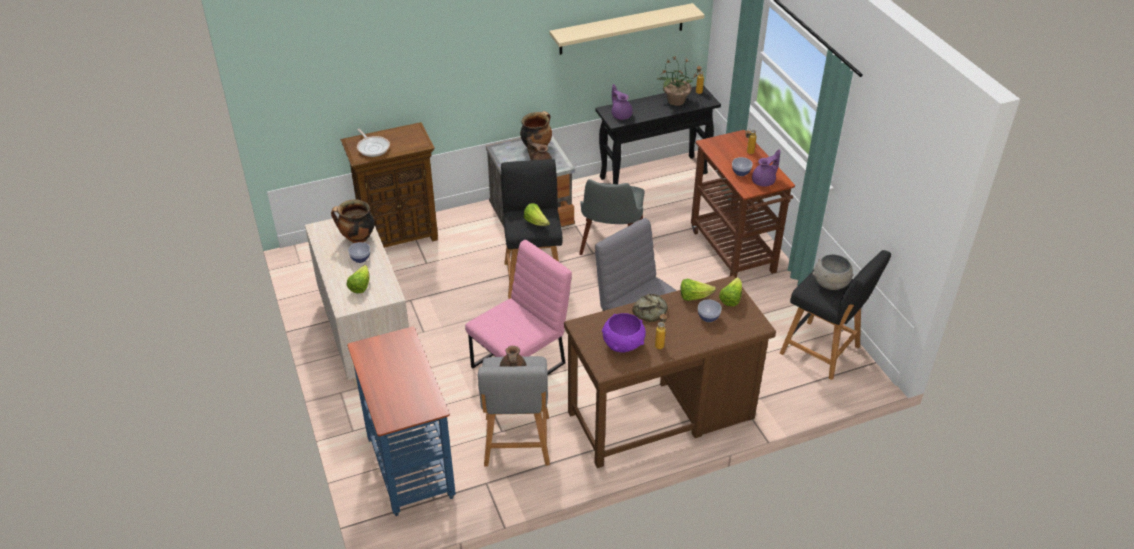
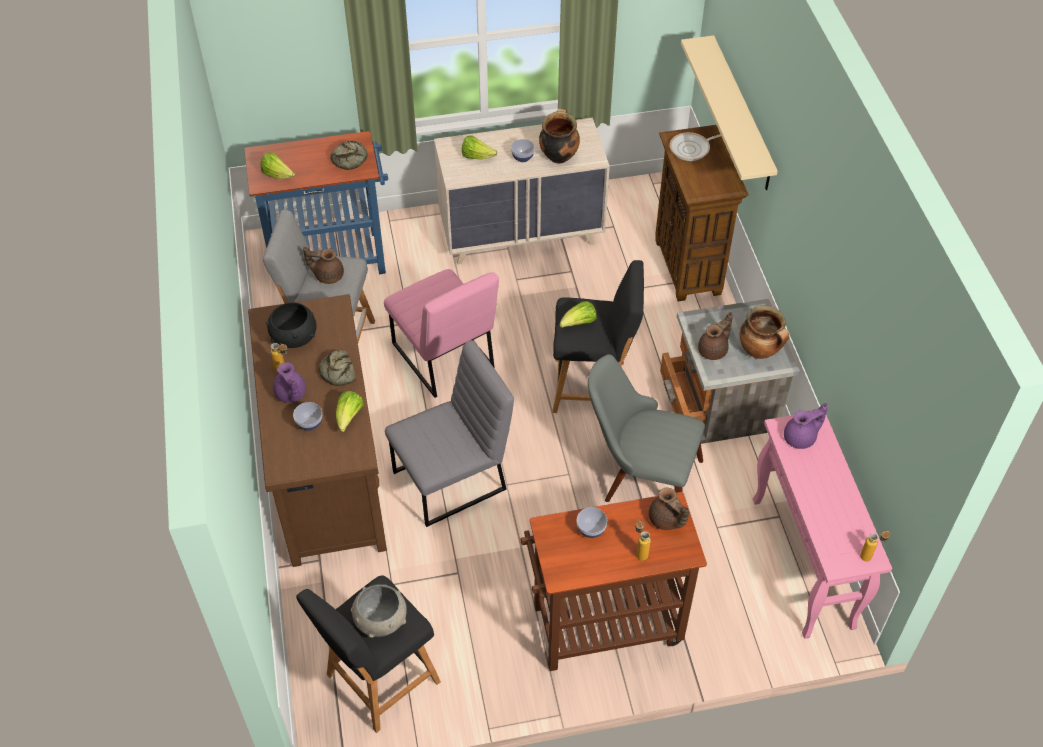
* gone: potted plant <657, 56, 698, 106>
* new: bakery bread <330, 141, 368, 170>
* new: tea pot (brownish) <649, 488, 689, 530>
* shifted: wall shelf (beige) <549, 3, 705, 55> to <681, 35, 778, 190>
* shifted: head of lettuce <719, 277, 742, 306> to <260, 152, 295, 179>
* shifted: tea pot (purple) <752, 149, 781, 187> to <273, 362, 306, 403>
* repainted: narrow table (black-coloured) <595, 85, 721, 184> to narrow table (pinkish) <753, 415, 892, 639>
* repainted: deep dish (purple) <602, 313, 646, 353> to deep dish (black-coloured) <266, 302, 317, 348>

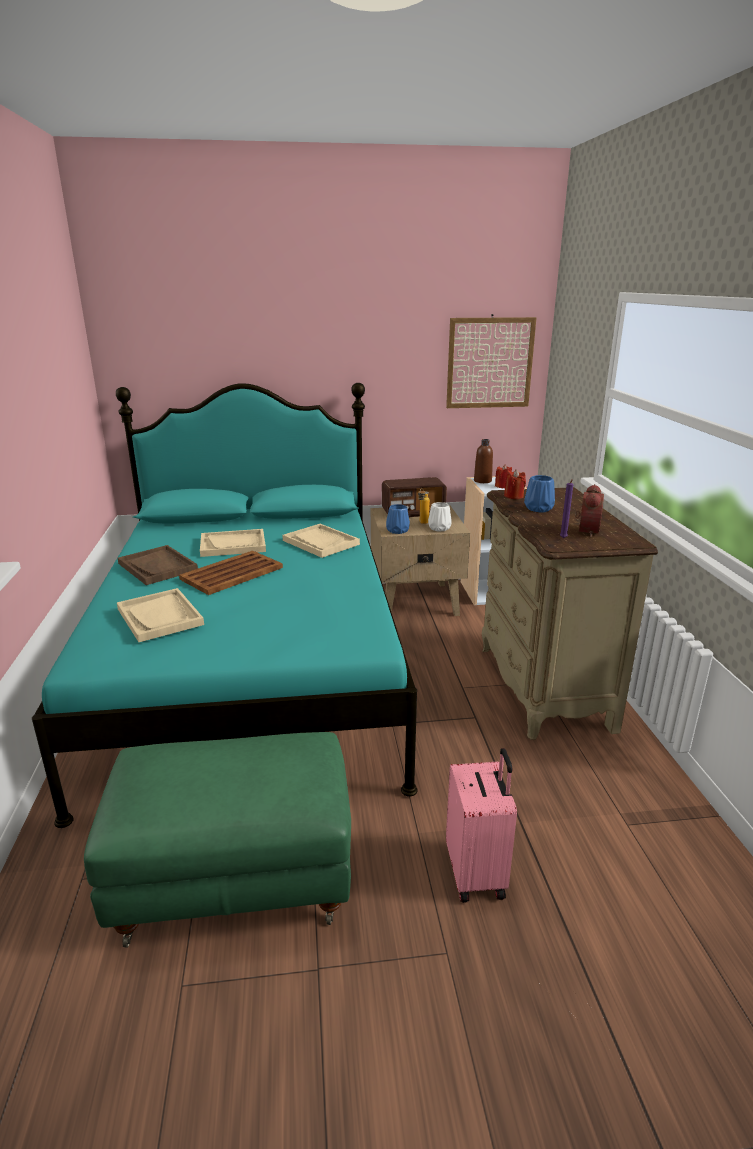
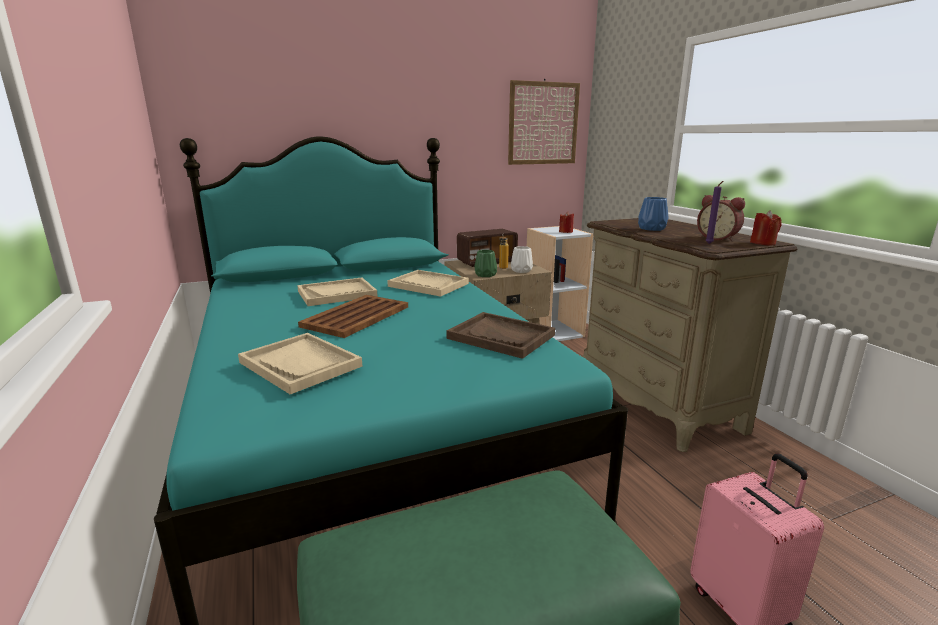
* gone: drink bottle (brownish) <474, 439, 493, 483>
* shifted: serving tray (brownish) <118, 545, 198, 585> to <446, 312, 555, 359>
* shifted: wax candle (reddish) <504, 469, 526, 499> to <750, 210, 781, 245>
* repainted: decorative vase (bluish) <386, 504, 410, 534> to decorative vase (greenish) <474, 250, 497, 277>
* rotated: table clock <575, 484, 604, 537> = <697, 195, 745, 242> 135 degrees clockwise

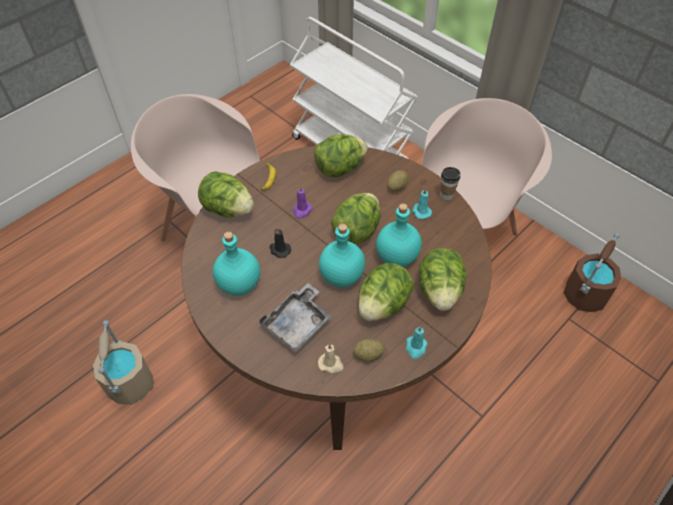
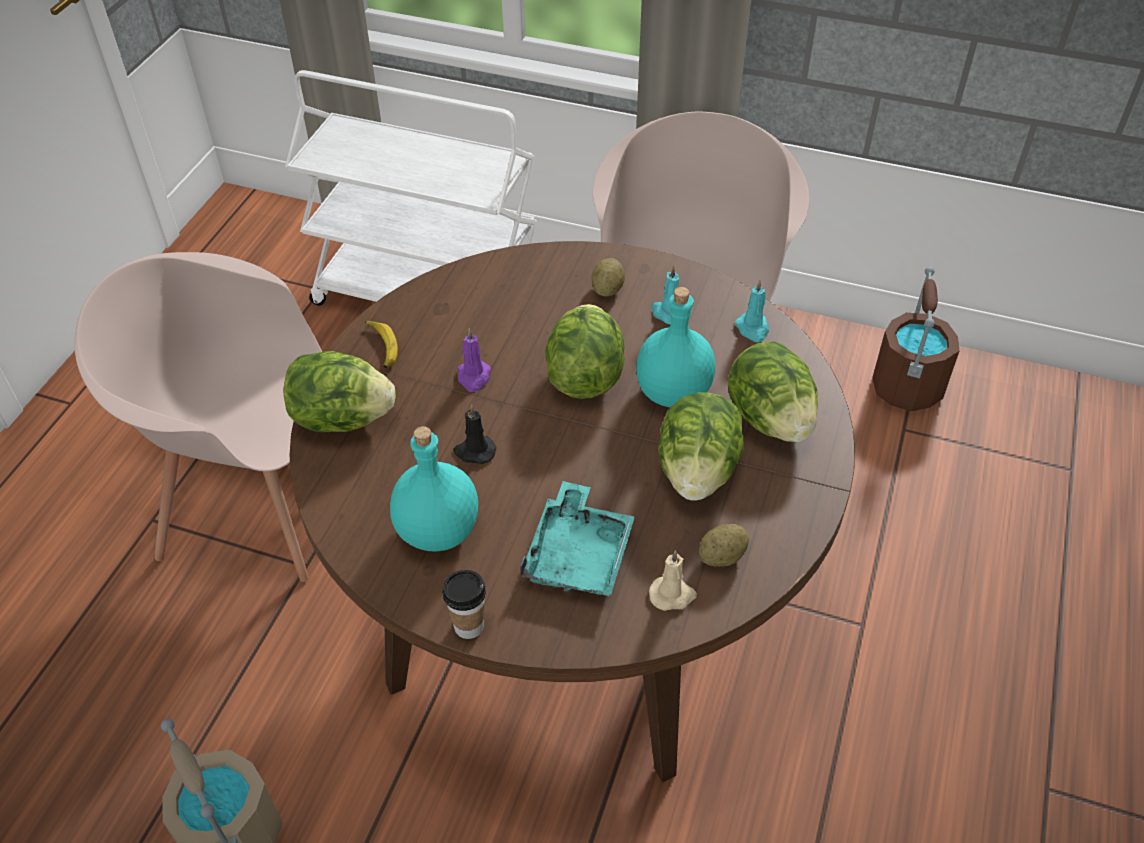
* gone: head of lettuce <314, 134, 368, 177>
* gone: drink bottle (turquoise) <319, 223, 365, 287>
* shifted: wax candle (turquoise) <406, 326, 428, 359> to <735, 280, 769, 342>
* shifted: cup <440, 167, 460, 200> to <442, 570, 486, 639>
* repainted: serving tray (gray) <259, 283, 331, 352> to serving tray (turquoise) <520, 481, 635, 596>

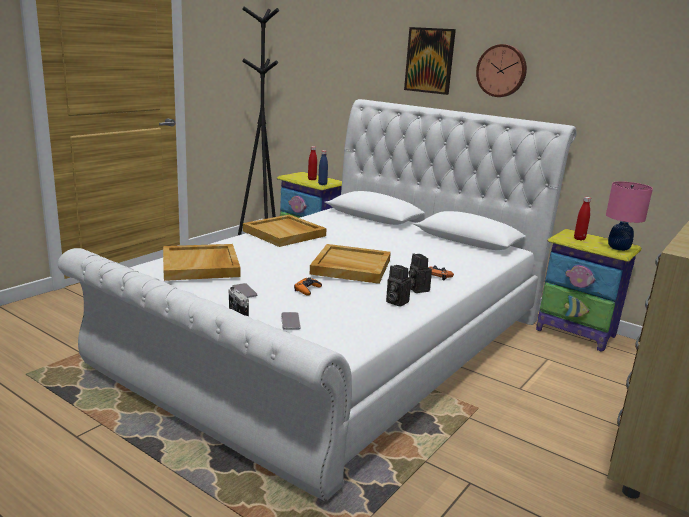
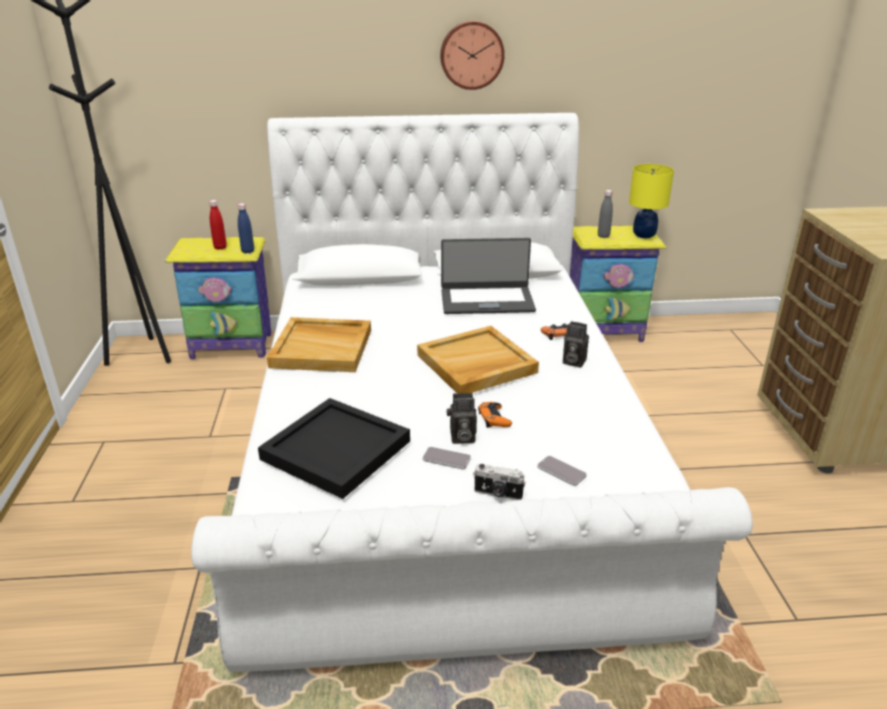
* gone: wall picture <404, 27, 456, 95>
* new: laptop <441, 238, 536, 314>
* shifted: still camera <386, 265, 411, 307> to <447, 393, 477, 444>
* repainted: serving tray (beige) <163, 244, 240, 281> to serving tray (black-coloured) <258, 398, 410, 499>
* repainted: drink bottle (reddish) <574, 197, 591, 240> to drink bottle (gray) <598, 190, 613, 238>
* repainted: table lamp (pinkish) <606, 181, 653, 251> to table lamp (yellow-coloured) <629, 164, 674, 238>

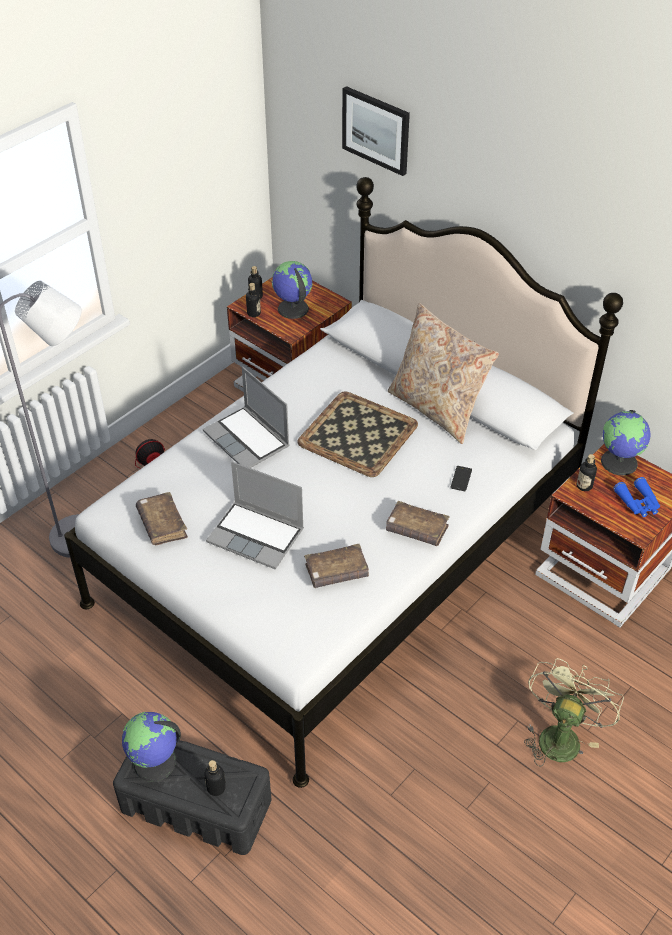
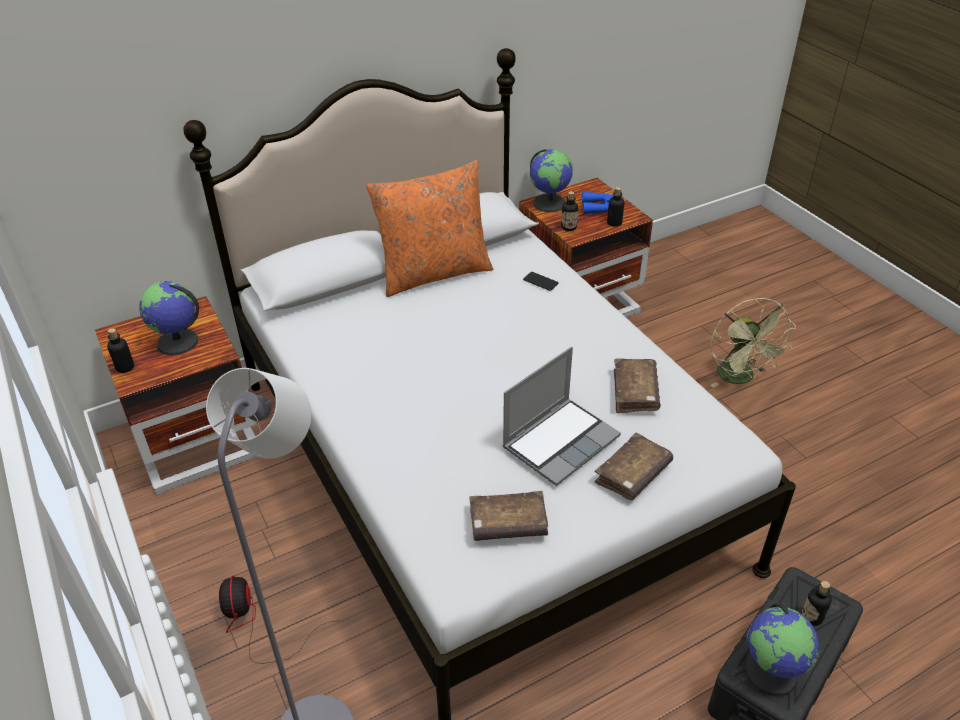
* gone: laptop <203, 367, 290, 468>
* gone: serving tray <297, 391, 418, 477>
* gone: wall picture <342, 86, 410, 176>
* shifted: drink bottle <246, 283, 261, 317> to <607, 187, 624, 227>
* shifted: bound book (brownish) <386, 501, 450, 546> to <595, 433, 673, 500>
* repainted: throw pillow (beige) <388, 303, 499, 444> to throw pillow (orangey) <366, 160, 493, 297>
* rotated: electric fan (greenish) <524, 658, 624, 767> = <710, 298, 796, 388> 150 degrees counterclockwise

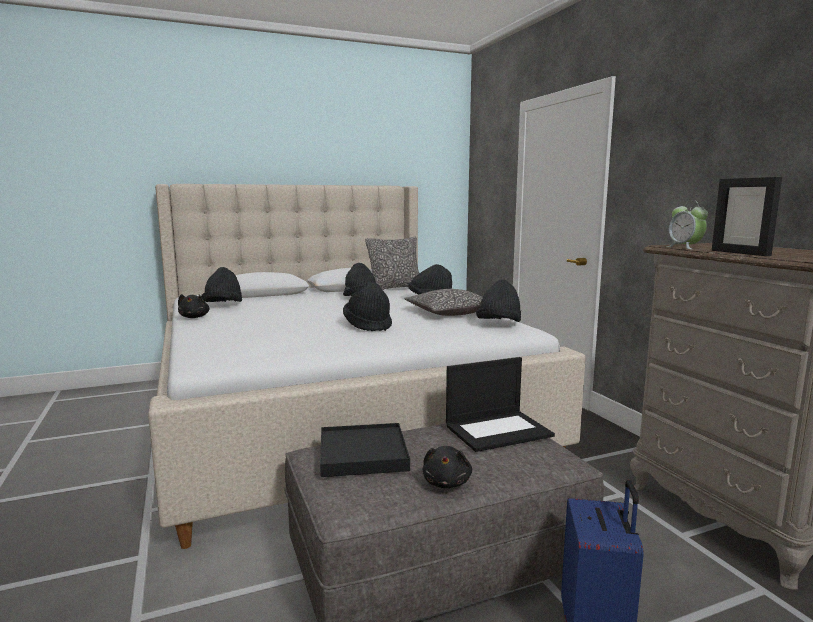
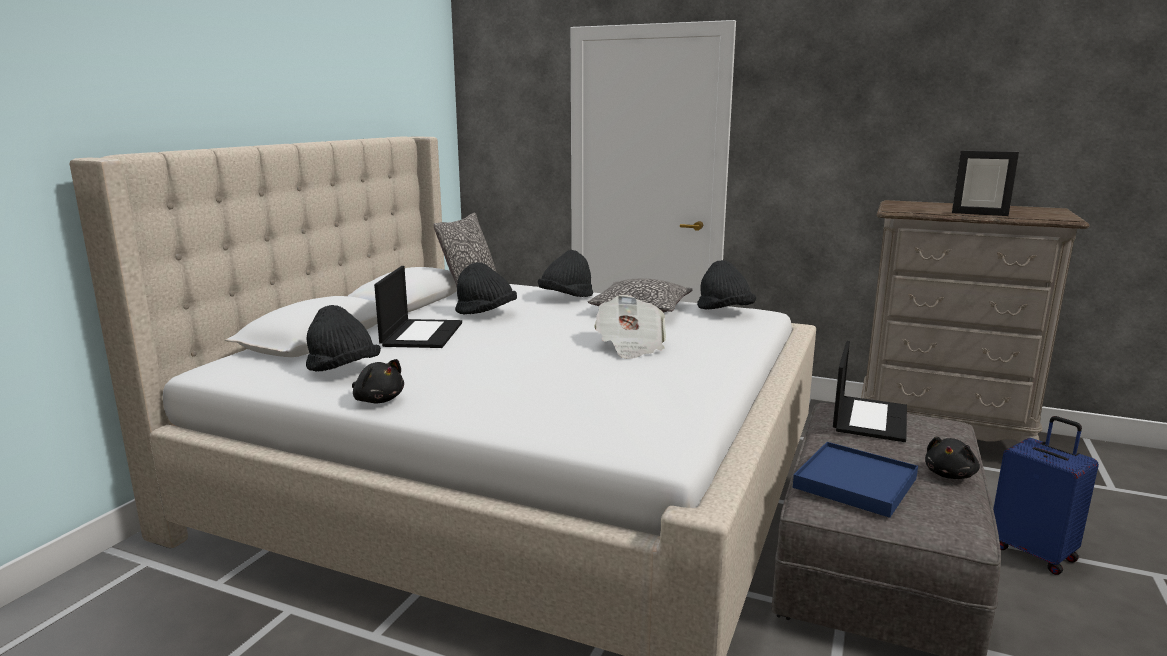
* gone: table clock <666, 200, 708, 249>
* new: laptop <374, 266, 462, 348>
* swapped: wearable hat (black-coloured) <343, 282, 392, 331> to newspaper <594, 295, 666, 359>
* repainted: serving tray (black-coloured) <320, 423, 410, 477> to serving tray (bluish) <793, 442, 918, 518>
* rotated: cuddly toy (black-coloured) <423, 446, 472, 488> = <925, 436, 980, 479> 75 degrees clockwise

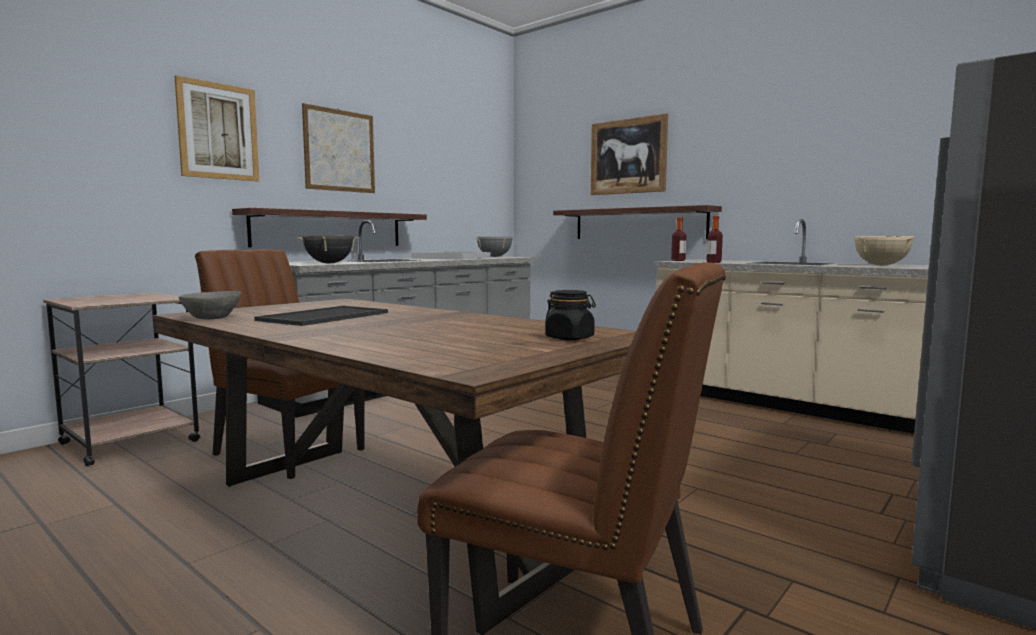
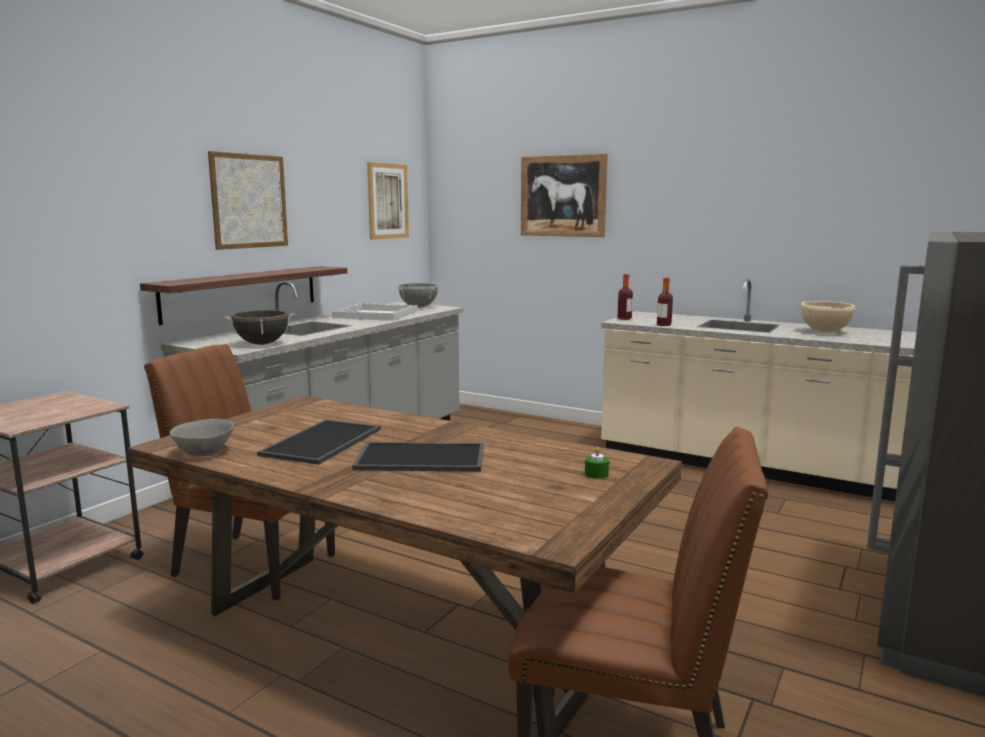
* gone: wall shelf <553, 205, 722, 239>
* new: serving tray <352, 442, 484, 472>
* shifted: wall picture <175, 75, 259, 181> to <367, 162, 409, 239>
* swapped: jar (black-coloured) <545, 290, 596, 340> to wax candle (greenish) <585, 447, 610, 479>

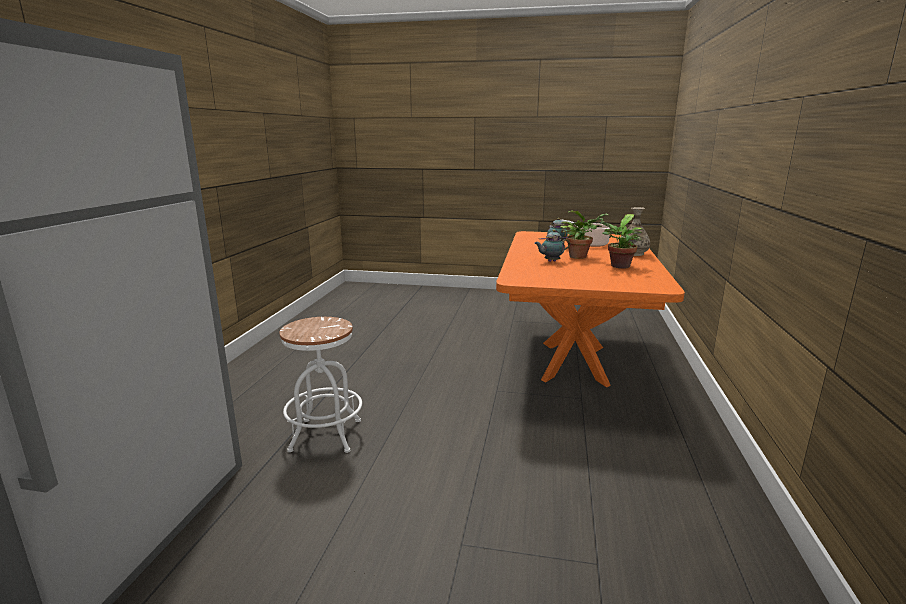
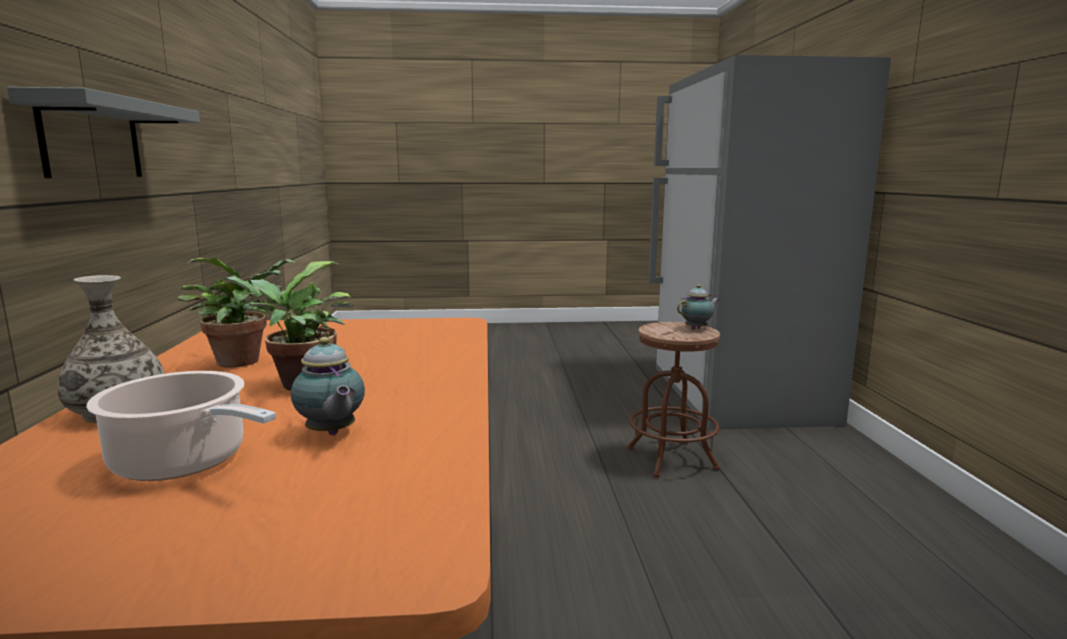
* new: wall shelf (gray) <7, 87, 200, 178>
* shifted: tea pot <534, 229, 570, 262> to <677, 284, 719, 329>
* repainted: sitting stool (whitish) <279, 317, 362, 453> to sitting stool (brownish) <627, 322, 720, 478>

